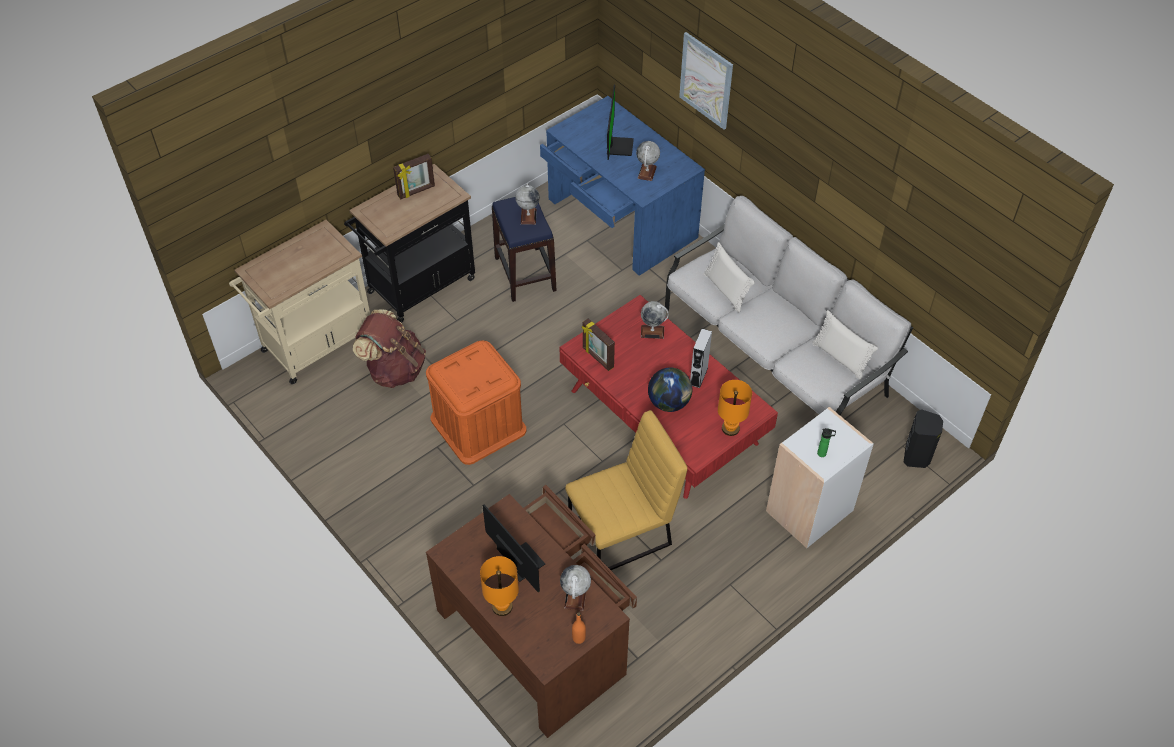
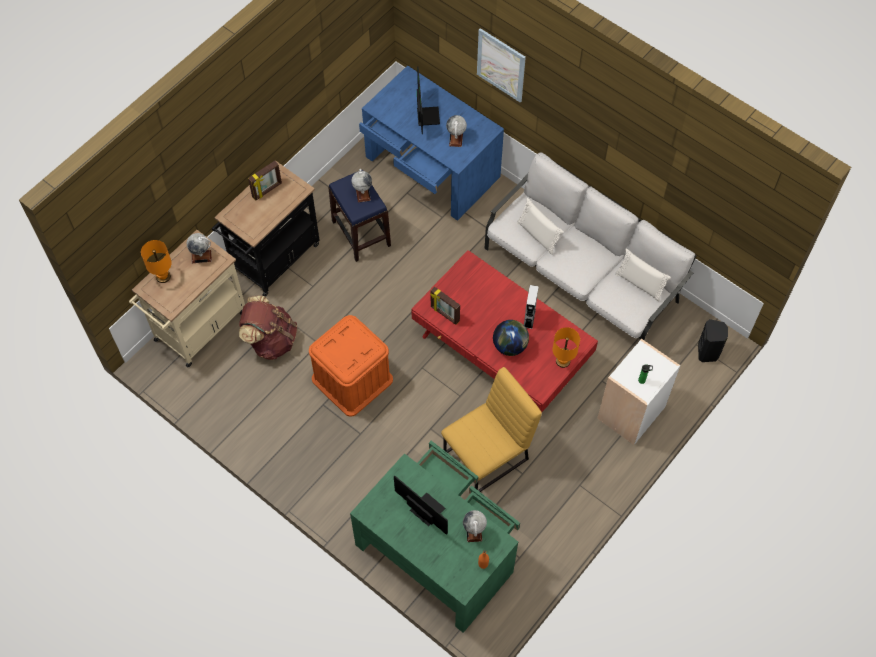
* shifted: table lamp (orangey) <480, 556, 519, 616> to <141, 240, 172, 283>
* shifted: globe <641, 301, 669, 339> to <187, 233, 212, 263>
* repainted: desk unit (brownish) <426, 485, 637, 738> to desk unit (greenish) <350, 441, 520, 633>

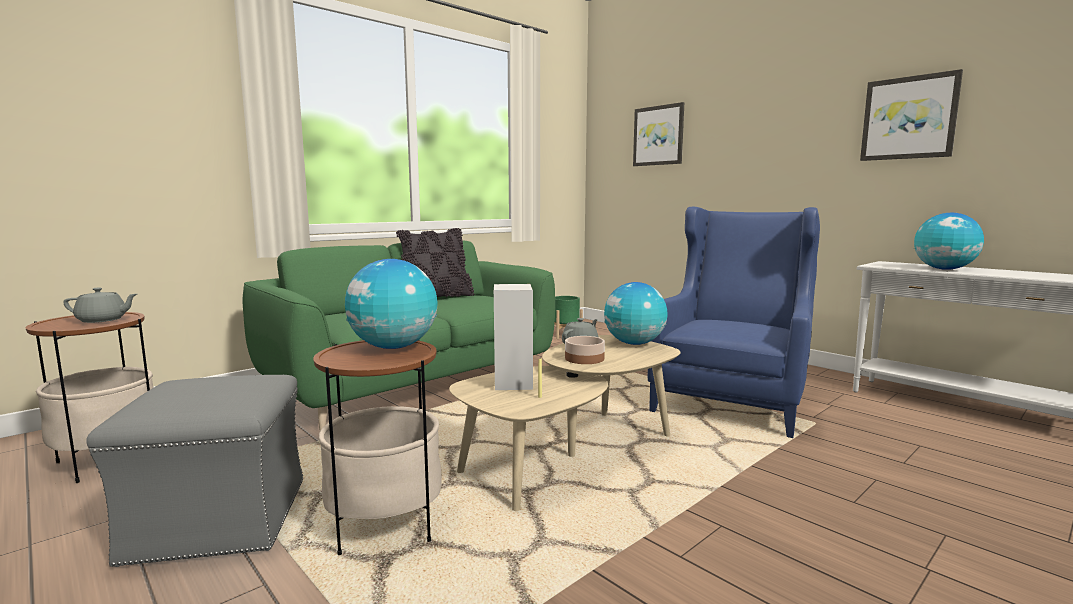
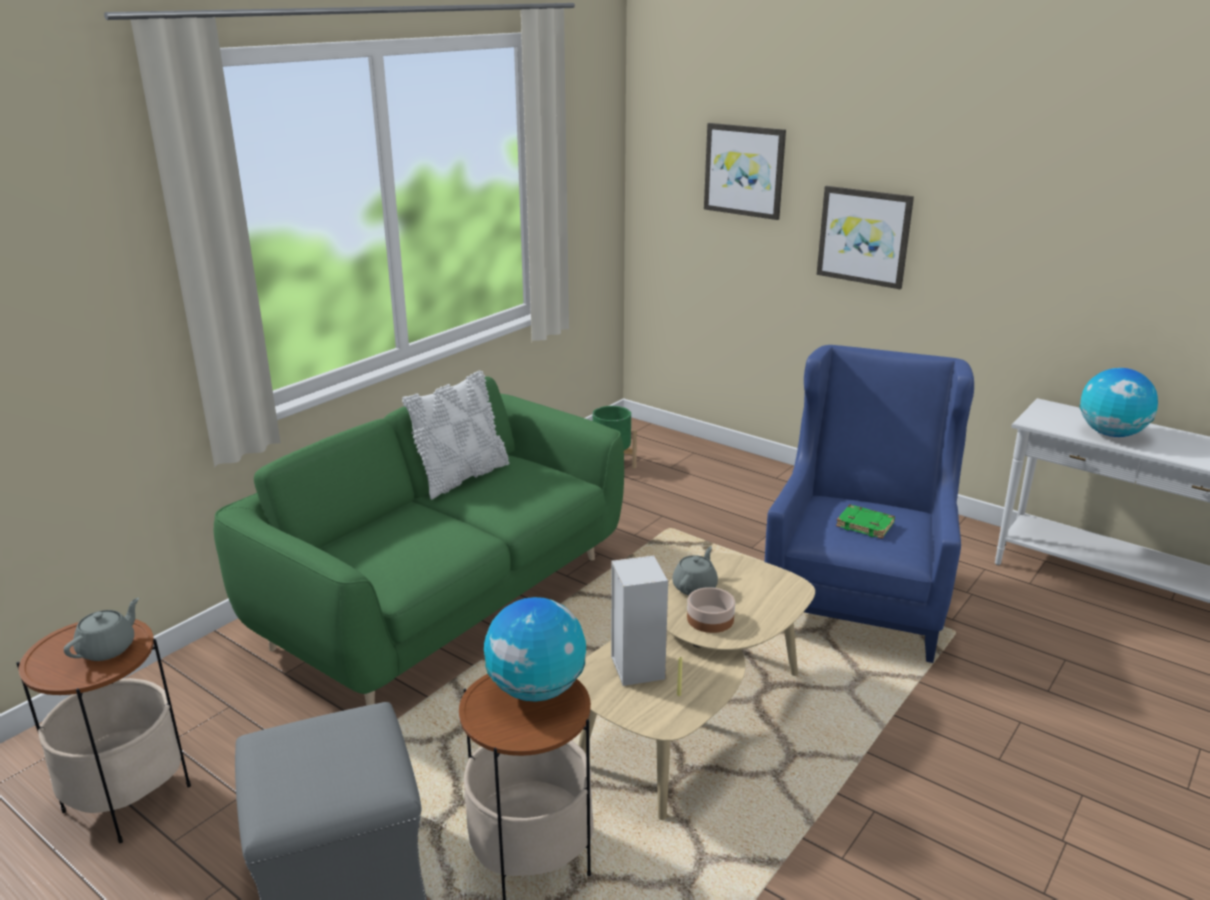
* gone: globe <604, 282, 667, 345>
* new: bound book (greenish) <836, 504, 895, 539>
* shifted: wall picture <860, 69, 963, 161> to <817, 186, 914, 289>
* repainted: throw pillow (black-coloured) <396, 228, 474, 297> to throw pillow (whitish) <402, 371, 509, 500>
* rotated: tea pot (gray) <63, 287, 137, 323> = <64, 598, 139, 661> 45 degrees counterclockwise

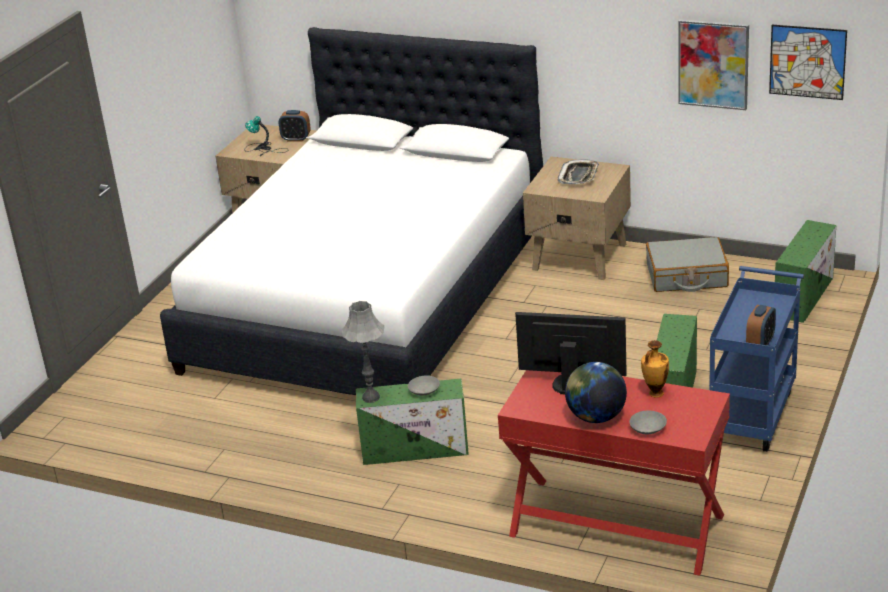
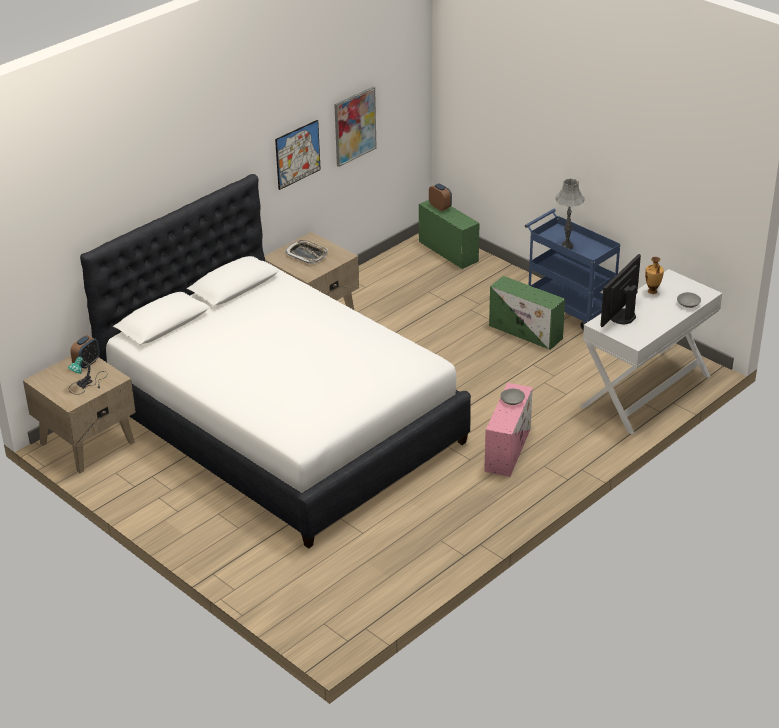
* gone: globe <565, 362, 627, 423>
* gone: suitcase (gray) <646, 237, 729, 292>
* shifted: table lamp (gray) <341, 301, 384, 403> to <555, 179, 585, 249>
* shifted: table clock <746, 305, 776, 346> to <429, 184, 452, 211>
* shifted: wall picture <769, 25, 847, 100> to <275, 120, 321, 190>
* repainted: storage bin (greenish) <356, 379, 469, 465> to storage bin (pinkish) <484, 383, 533, 477>
* repainted: narrow table (reddish) <498, 370, 730, 576> to narrow table (whitish) <580, 269, 722, 434>

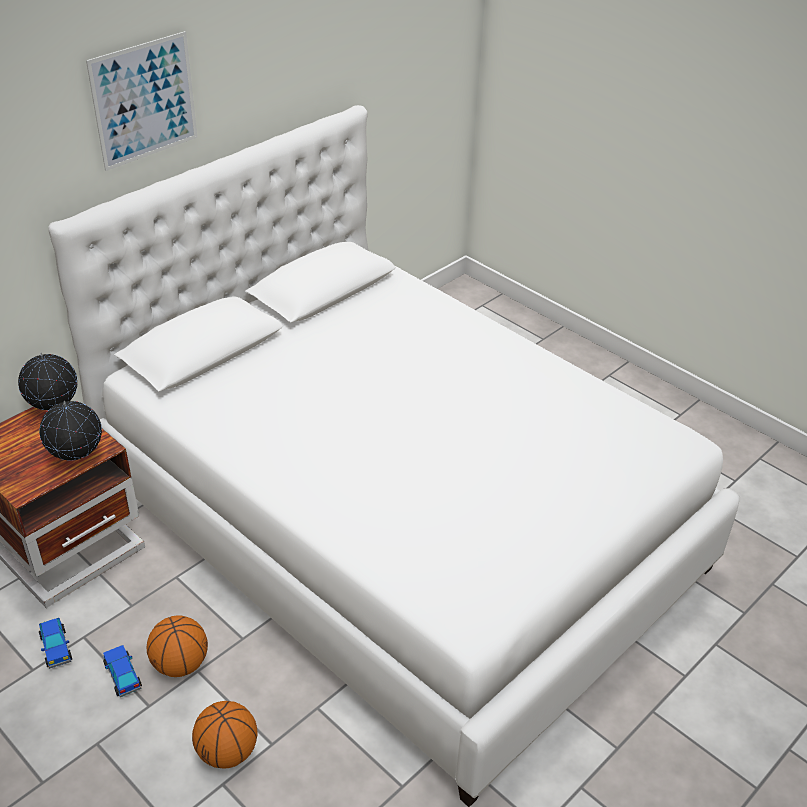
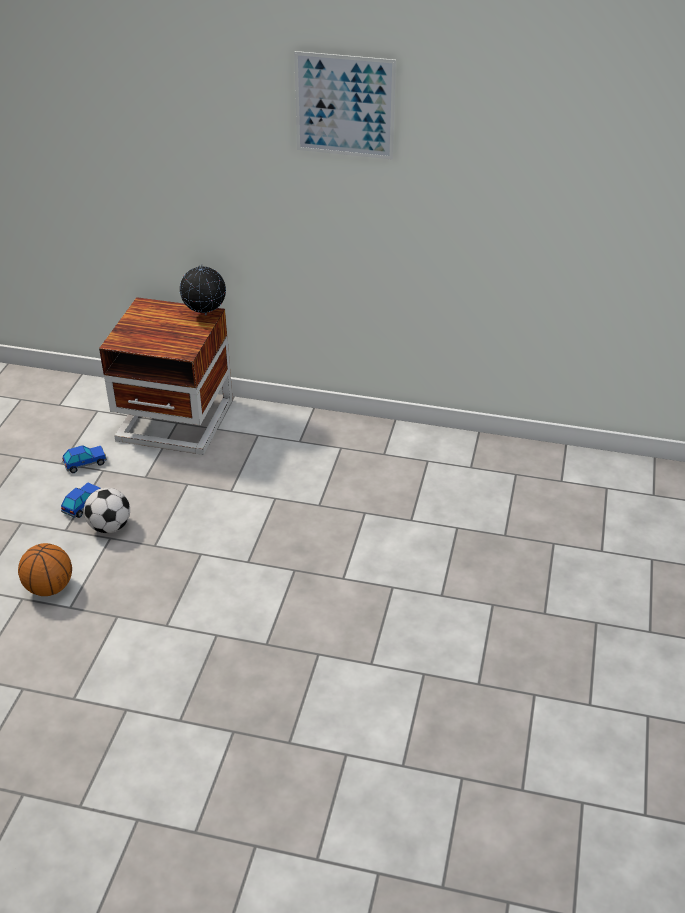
* gone: globe <39, 401, 102, 461>
* gone: bed (whitish) <48, 105, 740, 807>
* swapped: basketball <147, 615, 208, 677> to football ball <84, 488, 130, 533>
* rotated: miniature car <39, 618, 72, 669> = <62, 445, 107, 473> 150 degrees counterclockwise

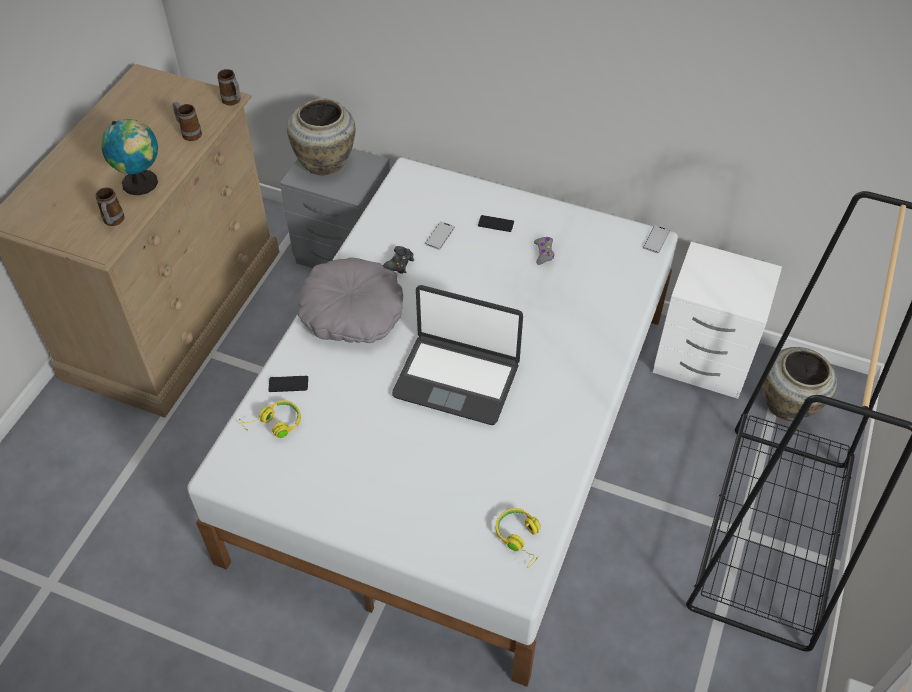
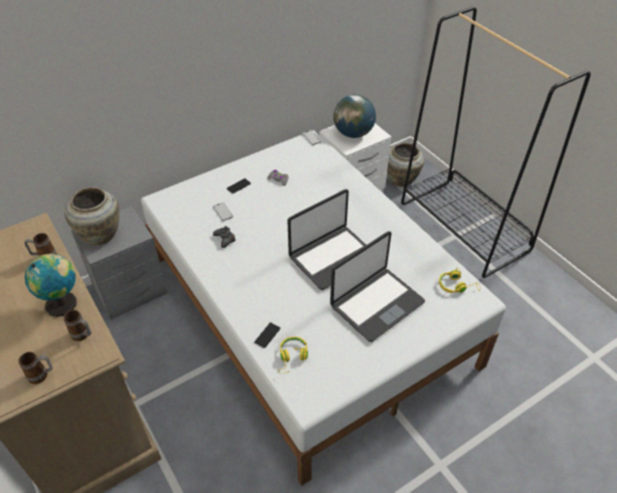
* gone: throw pillow (gray) <298, 258, 403, 343>
* new: laptop <330, 231, 425, 342>
* new: globe <333, 95, 376, 138>
* shifted: tea mug <217, 69, 241, 105> to <18, 352, 52, 384>

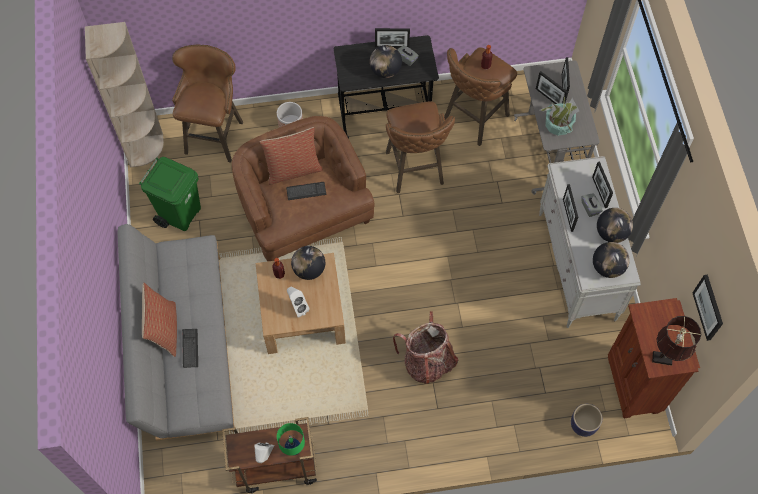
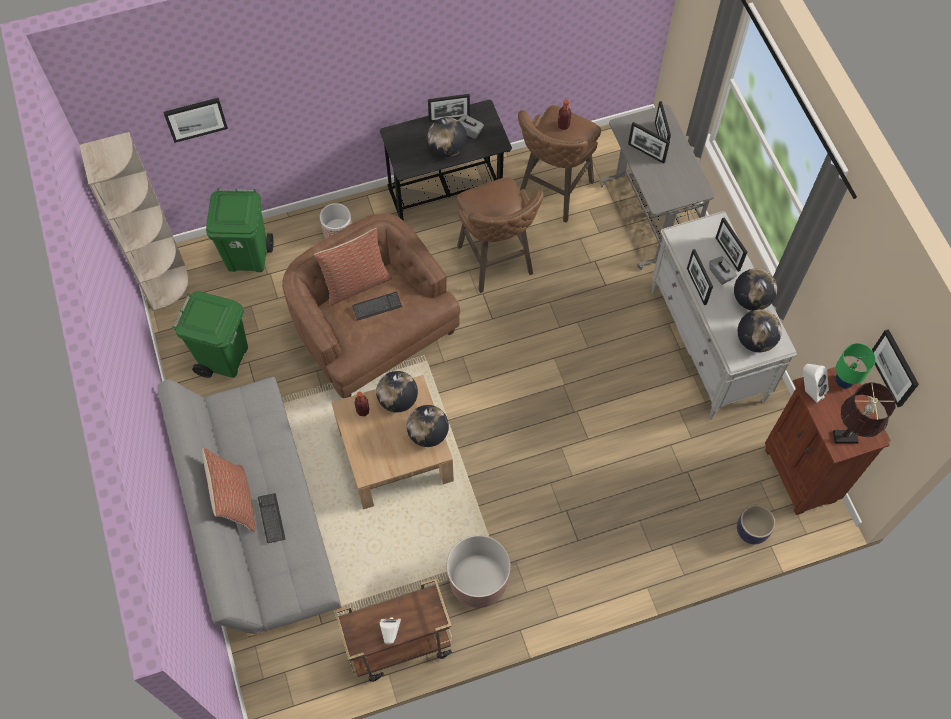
* gone: knapsack <393, 311, 458, 384>
* gone: potted plant <540, 96, 579, 136>
* new: wall picture <163, 98, 228, 143>
* new: globe <407, 405, 449, 447>
* new: planter (brownish) <446, 535, 511, 608>
* shifted: table lamp (greenish) <277, 423, 305, 456> to <836, 343, 876, 388>
* shifted: audio speaker (whitish) <287, 287, 310, 318> to <803, 364, 829, 403>
* swapped: sitting stool (brownish) <172, 45, 243, 162> to waste bin (greenish) <206, 188, 273, 272>

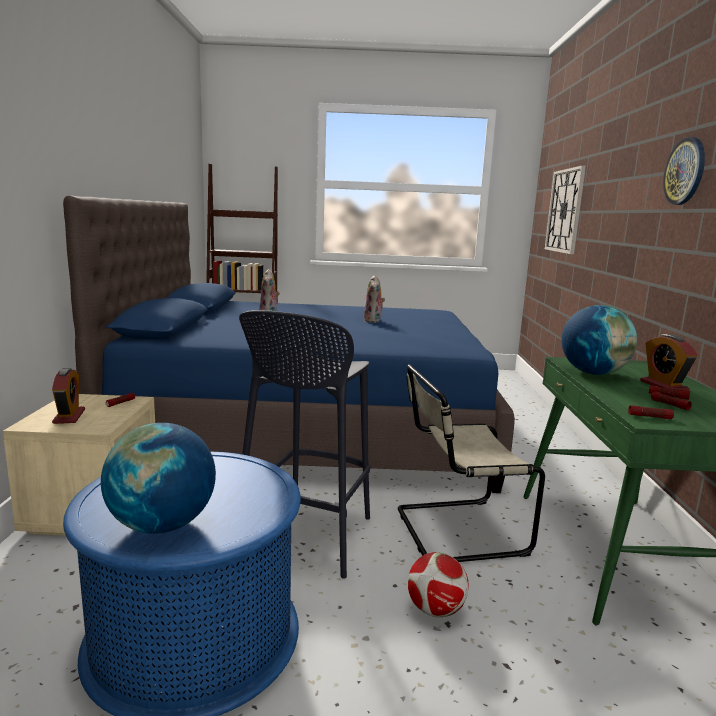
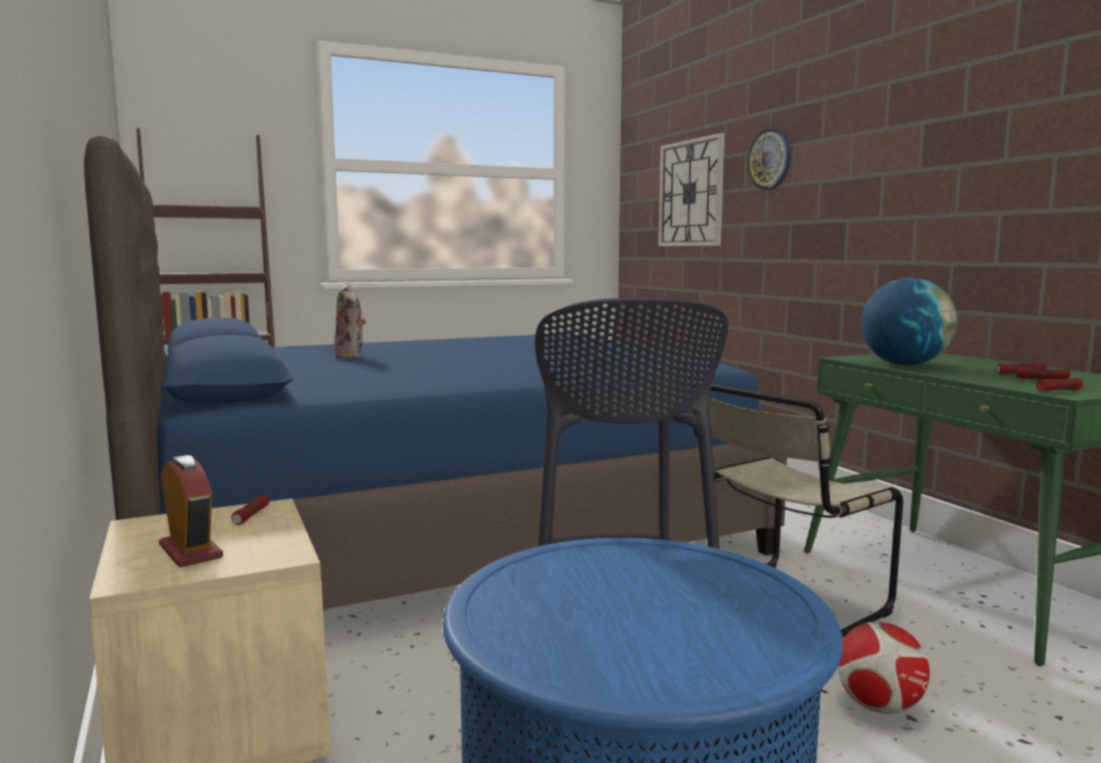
* gone: globe <101, 423, 216, 534>
* gone: cuddly toy <364, 275, 385, 323>
* gone: table clock <640, 334, 697, 391>
* shifted: hanging clock <663, 137, 705, 205> to <747, 128, 791, 190>

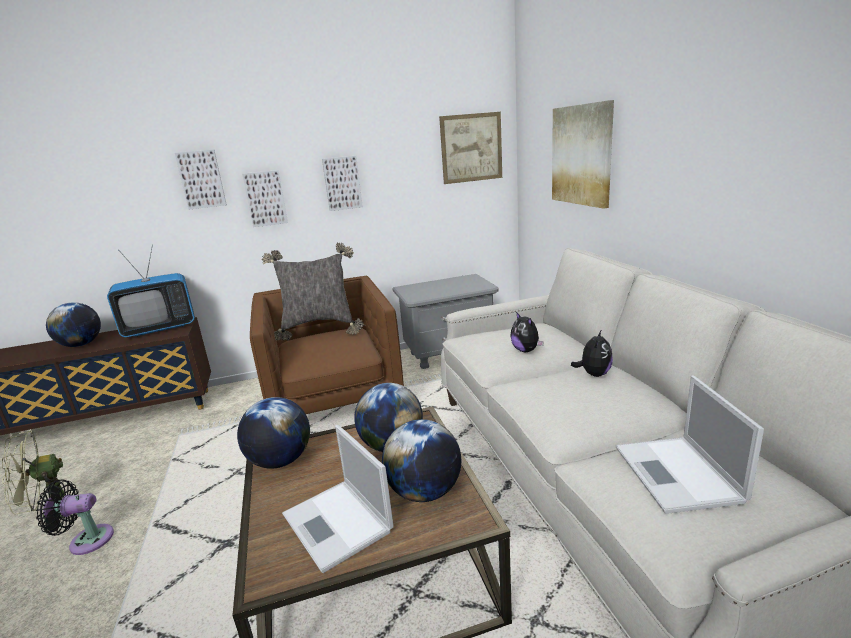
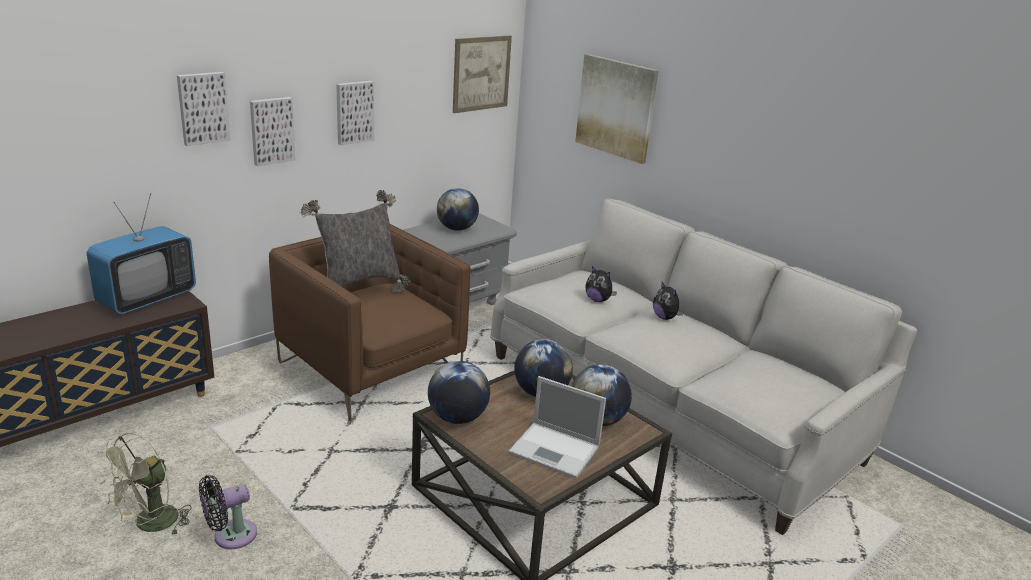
* gone: laptop <616, 375, 764, 514>
* shifted: globe <46, 302, 101, 347> to <437, 188, 479, 231>
* rotated: cuddly toy <571, 329, 613, 377> = <653, 282, 683, 320> 150 degrees clockwise

